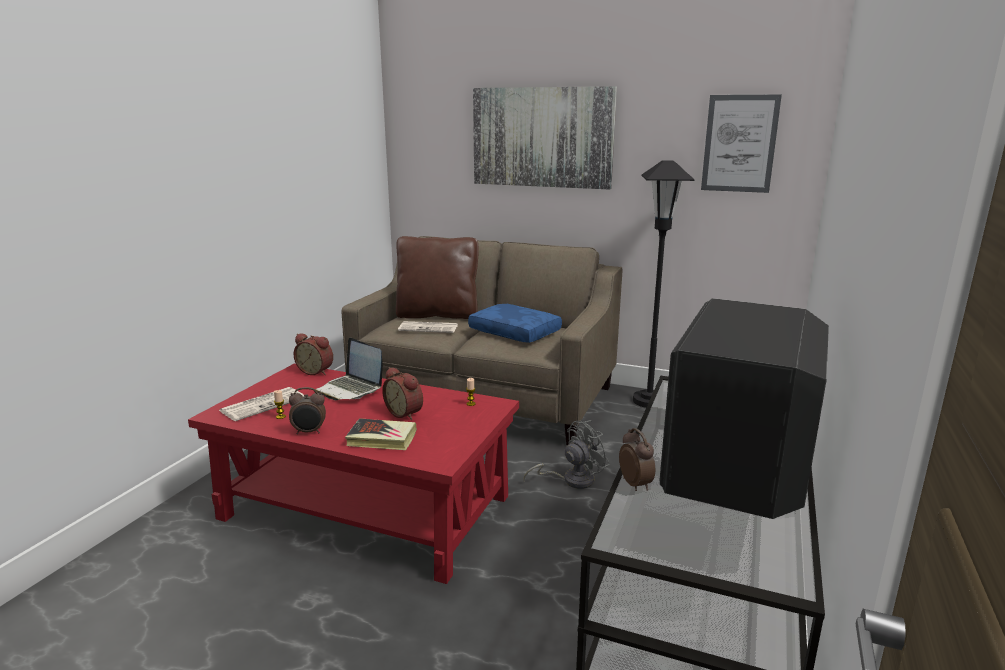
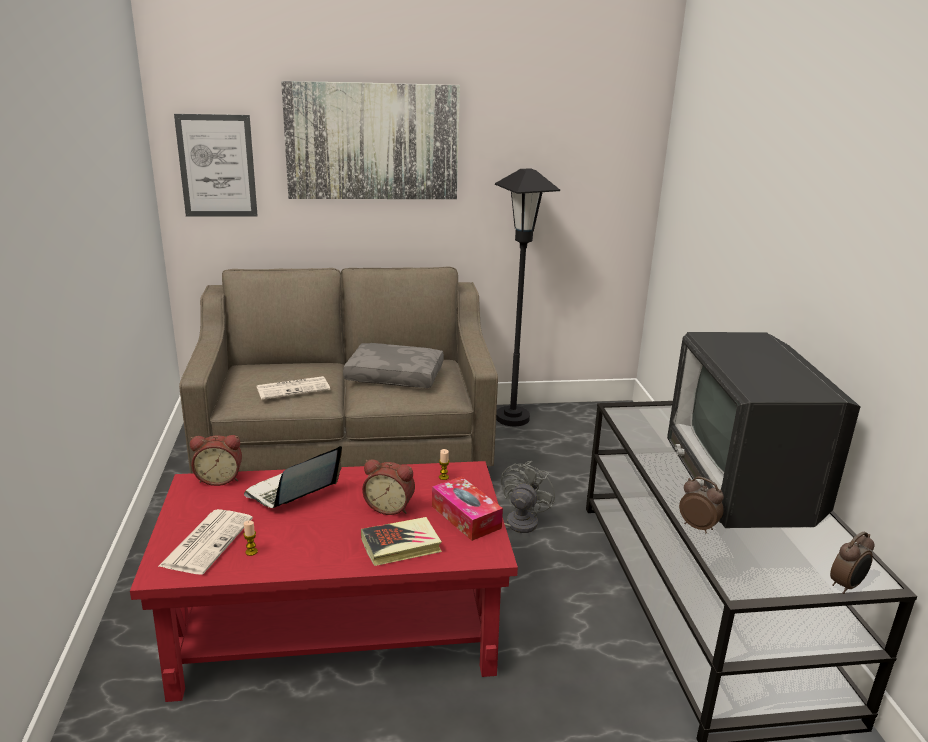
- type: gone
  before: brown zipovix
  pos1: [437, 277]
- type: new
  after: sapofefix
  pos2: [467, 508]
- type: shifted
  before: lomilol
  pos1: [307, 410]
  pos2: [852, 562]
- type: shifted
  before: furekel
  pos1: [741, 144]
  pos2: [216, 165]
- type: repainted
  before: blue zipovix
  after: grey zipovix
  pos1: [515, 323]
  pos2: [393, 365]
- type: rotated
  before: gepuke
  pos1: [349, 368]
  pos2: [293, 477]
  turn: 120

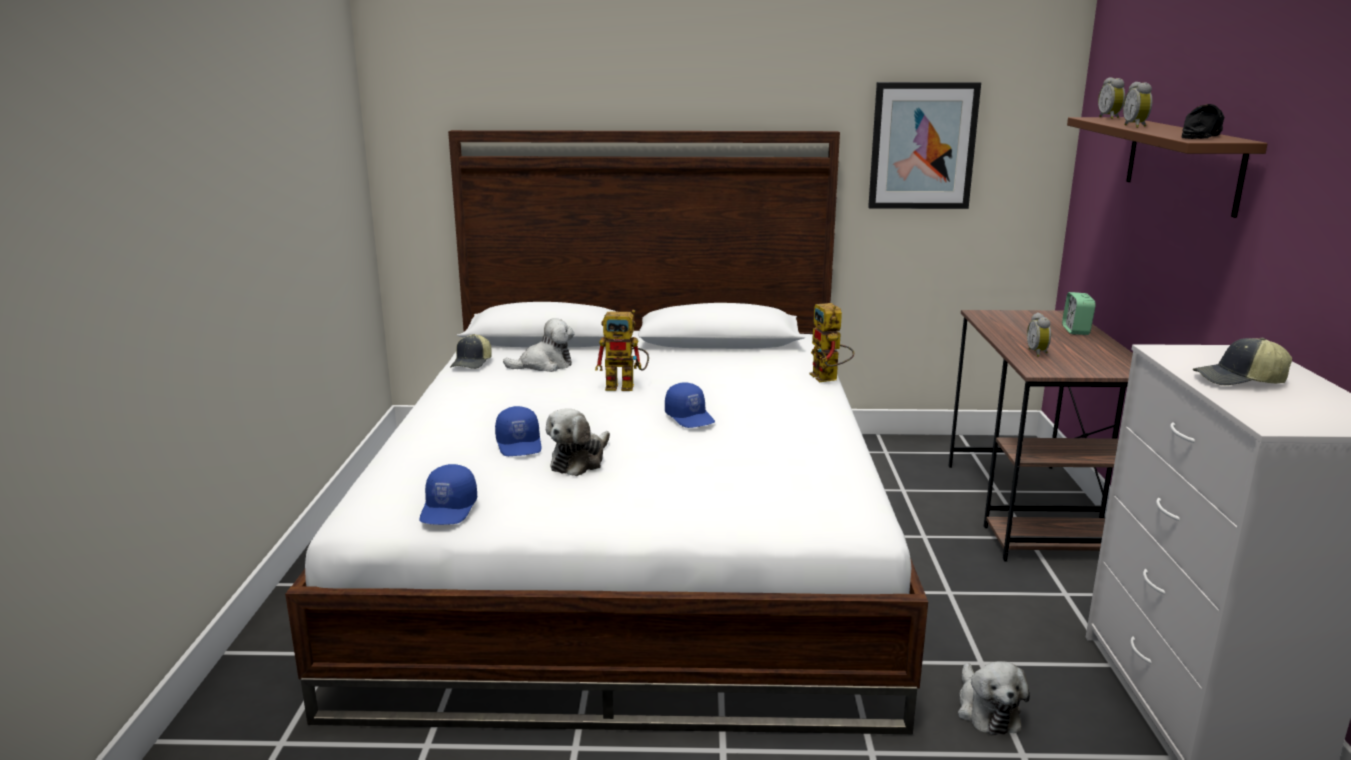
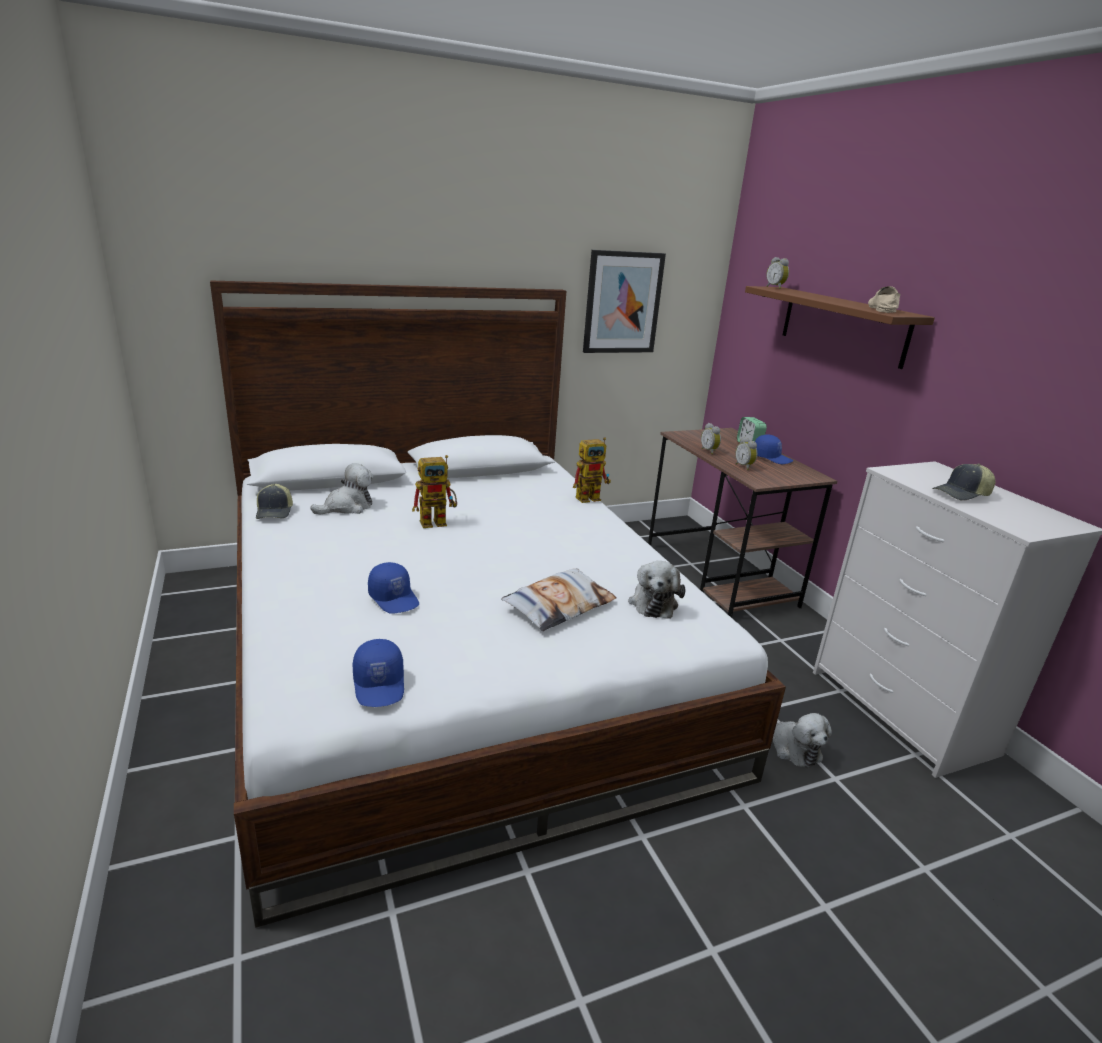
- type: new
  after: zipovix
  pos2: [558, 599]
- type: shifted
  before: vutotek
  pos1: [578, 442]
  pos2: [656, 590]
- type: shifted
  before: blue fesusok
  pos1: [690, 405]
  pos2: [774, 449]
- type: shifted
  before: lomilol
  pos1: [1137, 105]
  pos2: [711, 438]
- type: repainted
  before: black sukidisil
  after: beige sukidisil
  pos1: [1203, 121]
  pos2: [884, 299]
- type: rotated
  before: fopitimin
  pos1: [831, 342]
  pos2: [592, 470]
  turn: -75

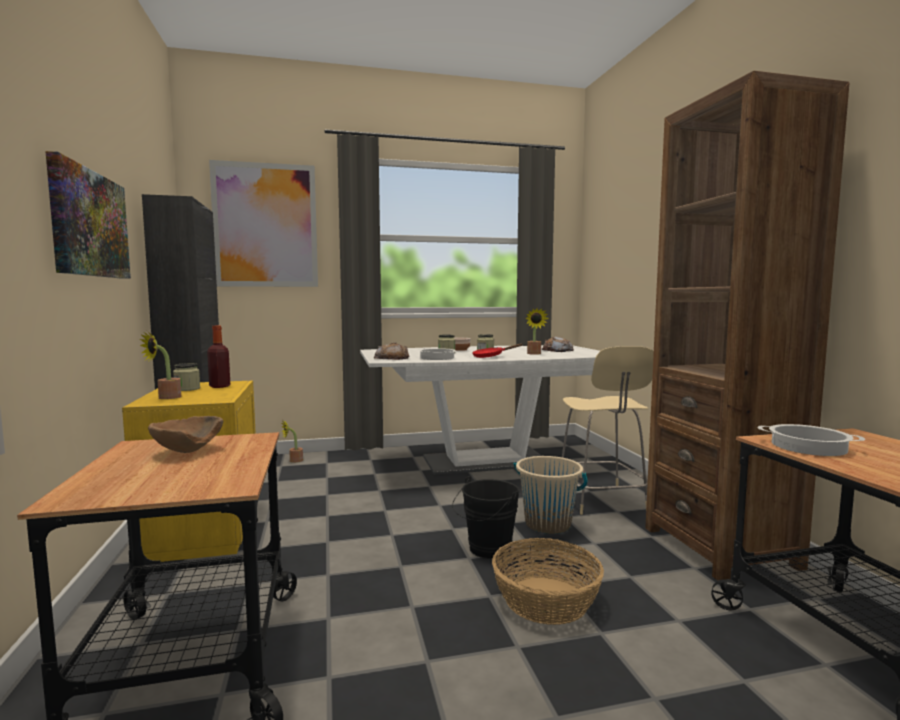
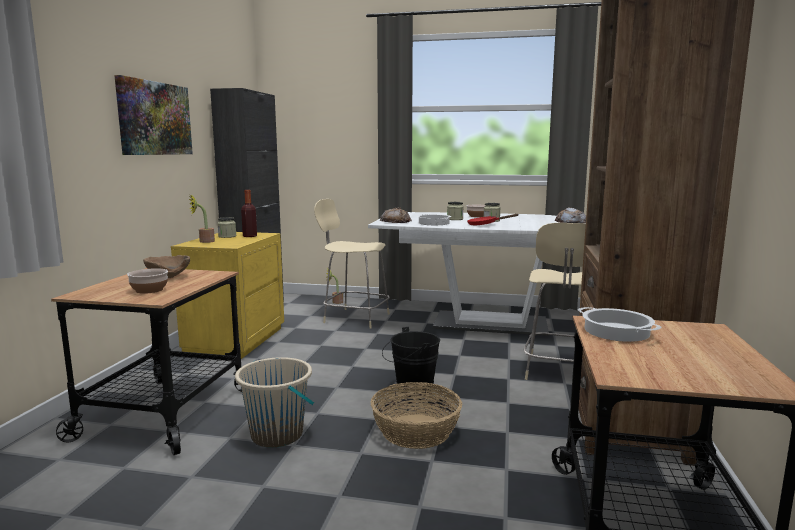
- type: gone
  before: furekel
  pos1: [263, 223]
- type: gone
  before: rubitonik
  pos1: [537, 331]
- type: new
  after: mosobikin
  pos2: [147, 281]
- type: new
  after: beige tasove
  pos2: [352, 264]
- type: shifted
  before: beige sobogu
  pos1: [551, 495]
  pos2: [274, 402]

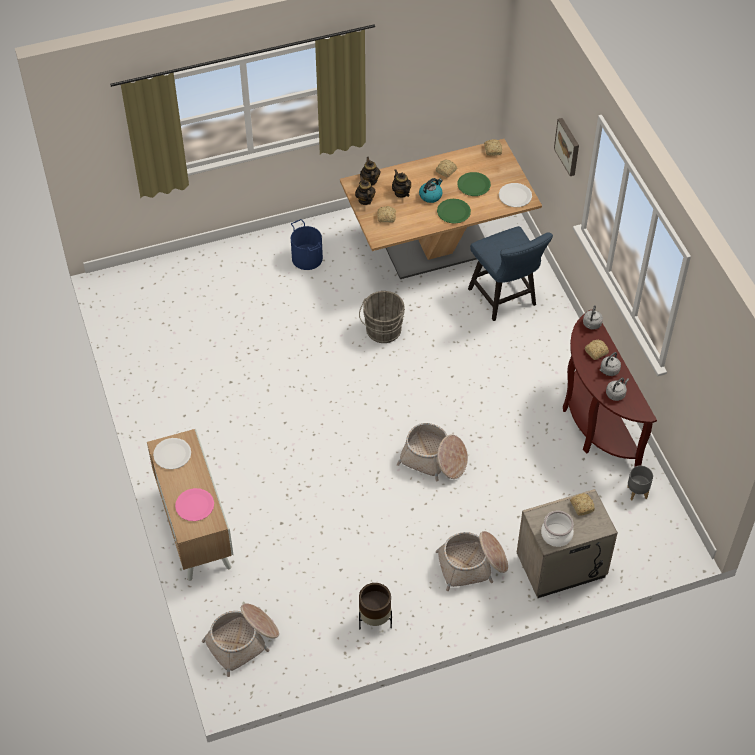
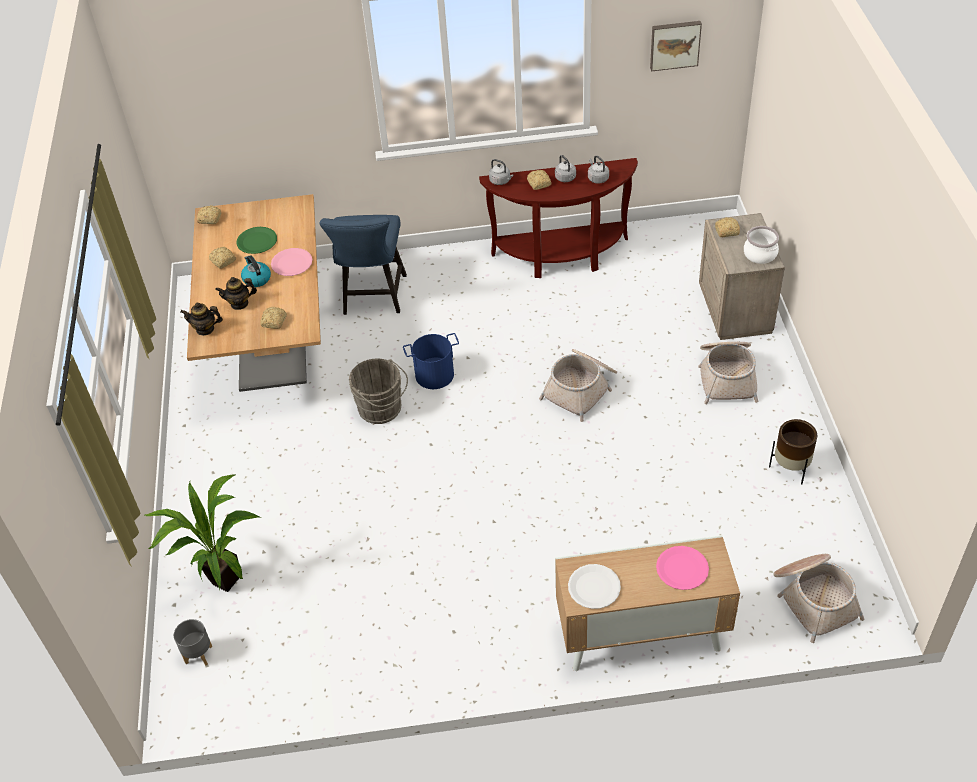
- type: gone
  before: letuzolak
  pos1: [365, 190]
- type: gone
  before: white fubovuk
  pos1: [515, 195]
- type: new
  after: rubitonik
  pos2: [203, 533]
- type: shifted
  before: blue sobogu
  pos1: [307, 244]
  pos2: [431, 361]
- type: shifted
  before: furekel
  pos1: [566, 147]
  pos2: [676, 46]
- type: shifted
  before: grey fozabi
  pos1: [640, 483]
  pos2: [193, 642]
- type: repainted
  before: green fubovuk
  after: pink fubovuk
  pos1: [454, 211]
  pos2: [291, 262]
- type: rotated
  before: blue tasove
  pos1: [510, 273]
  pos2: [363, 265]
  turn: 105

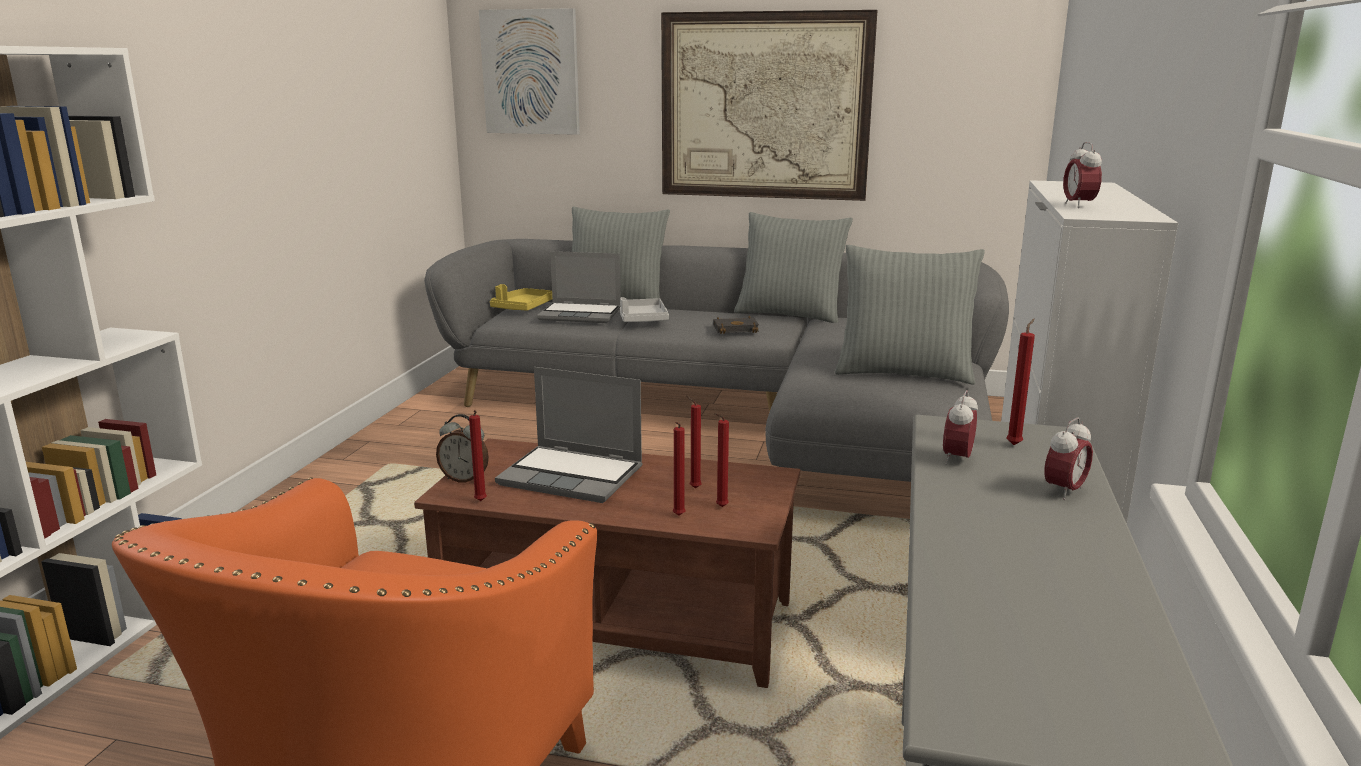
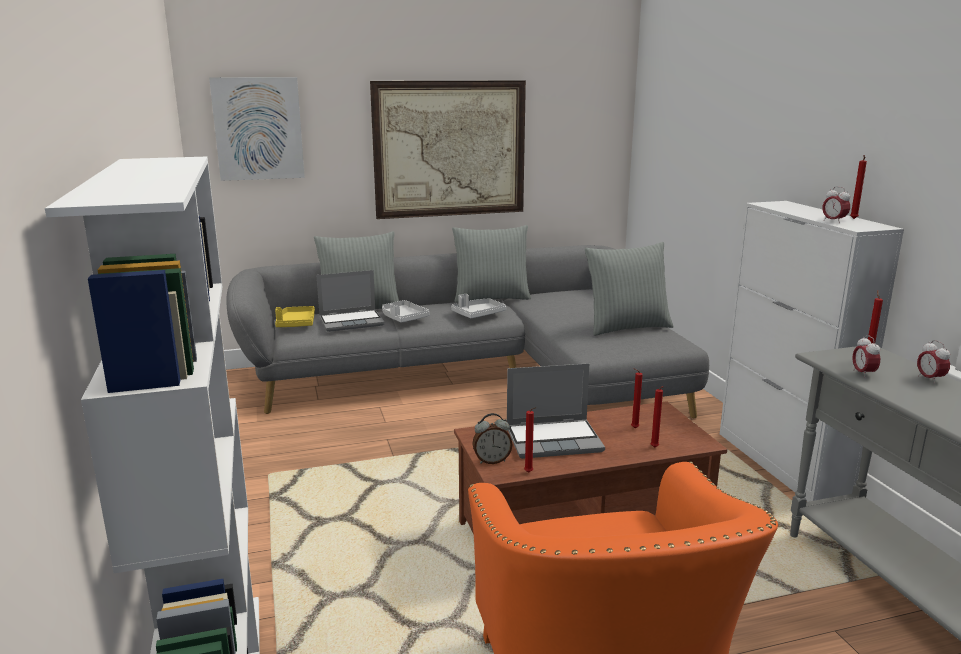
- type: shifted
  before: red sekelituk
  pos1: [722, 460]
  pos2: [858, 187]
- type: swapped
  before: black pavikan
  after: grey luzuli
  pos1: [736, 325]
  pos2: [478, 306]
- type: rotated
  before: lomilol
  pos1: [1068, 459]
  pos2: [933, 362]
  turn: 150

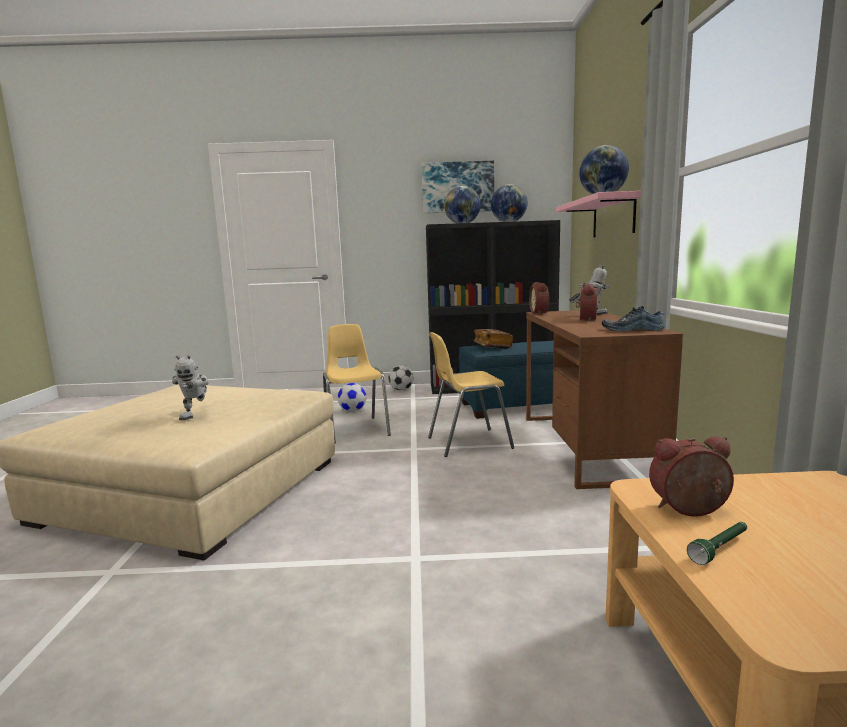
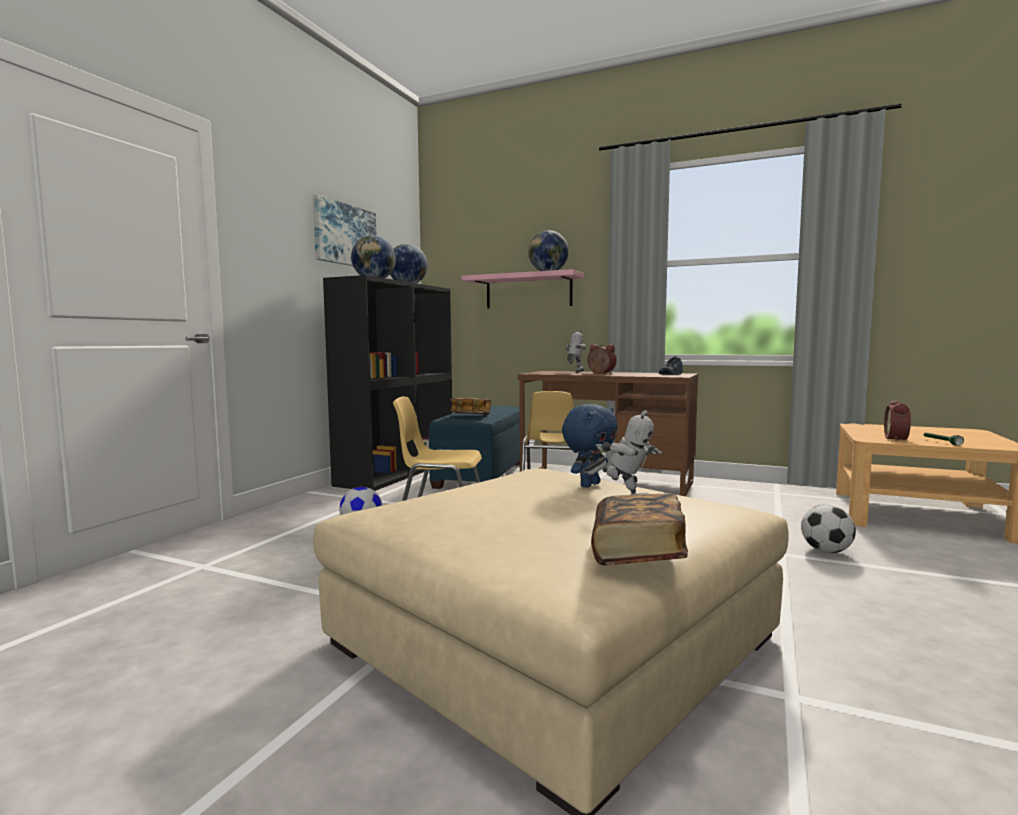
- type: gone
  before: lomilol
  pos1: [539, 298]
- type: new
  after: blue vutotek
  pos2: [590, 446]
- type: new
  after: pavikan
  pos2: [639, 529]
- type: shifted
  before: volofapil
  pos1: [401, 377]
  pos2: [828, 528]

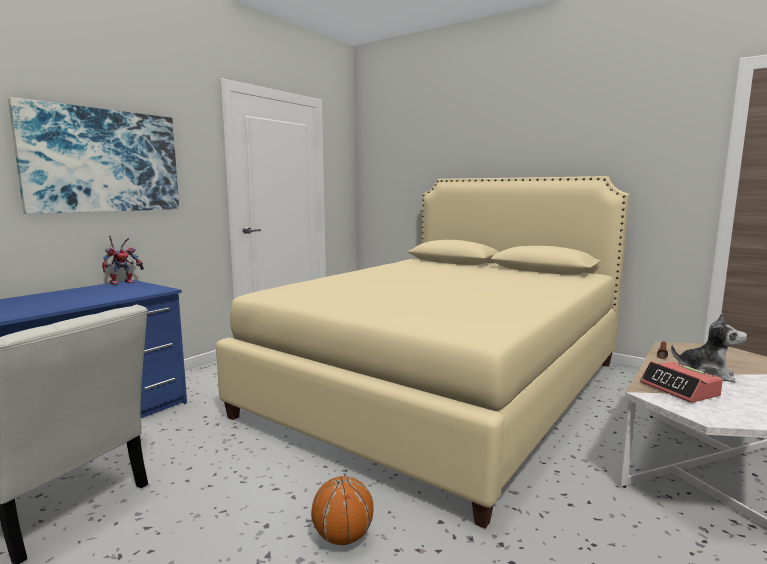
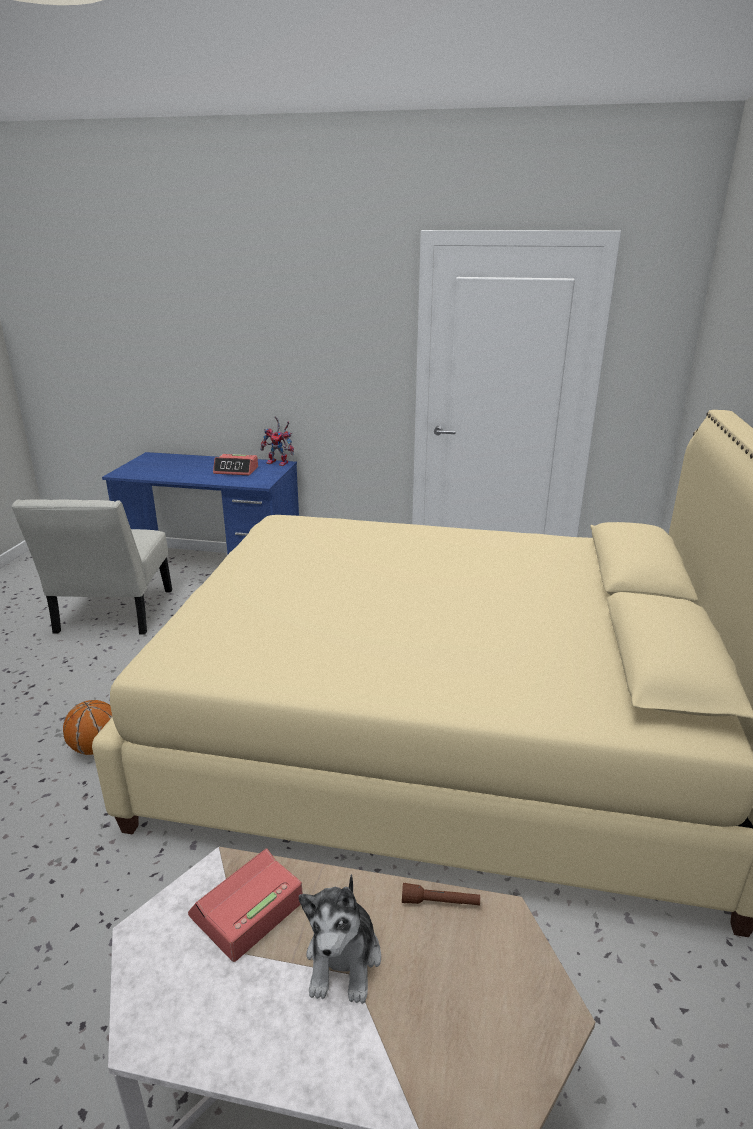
- type: gone
  before: furekel
  pos1: [93, 155]
- type: new
  after: lomilol
  pos2: [235, 464]

